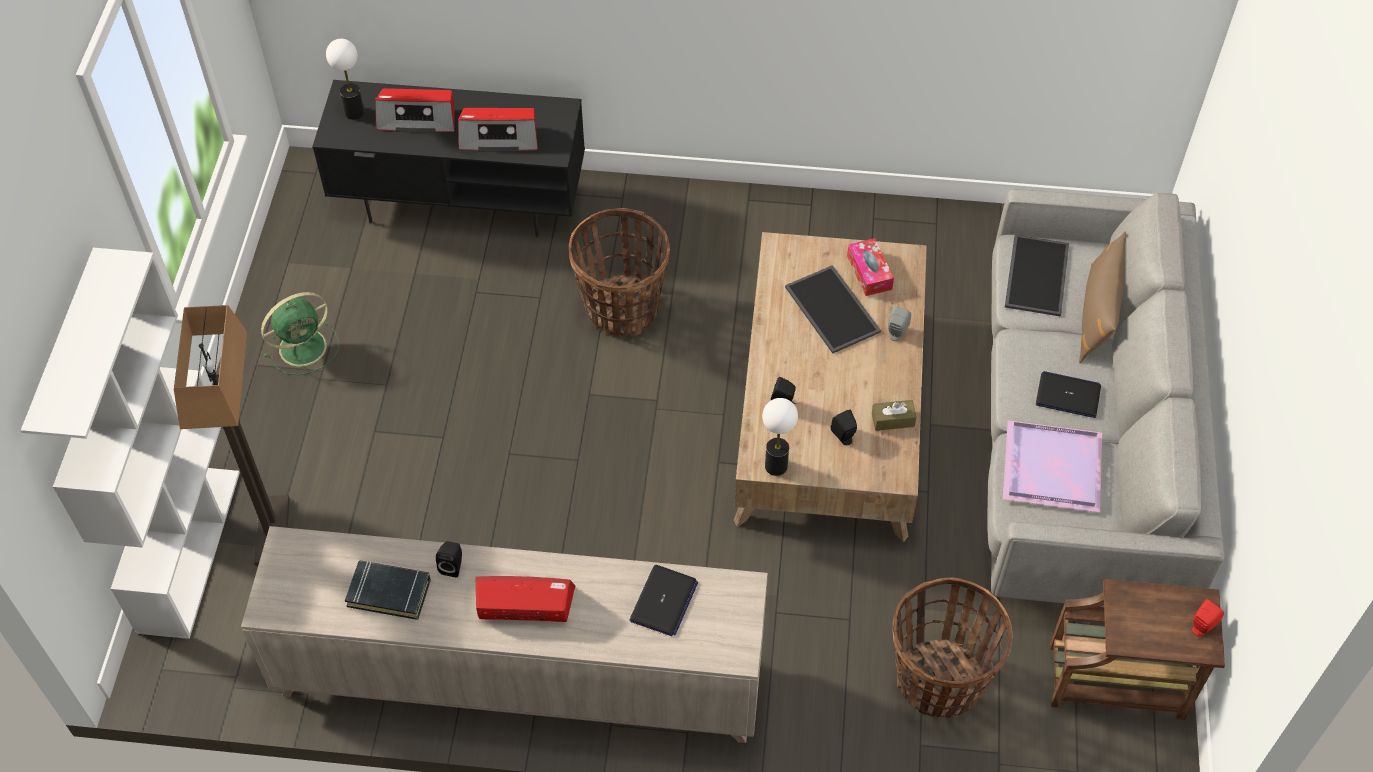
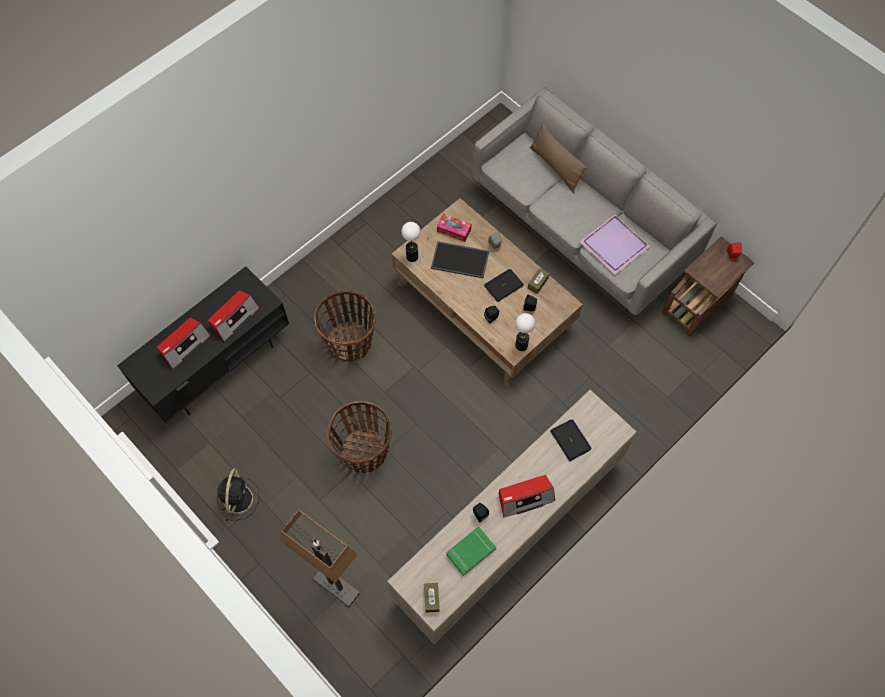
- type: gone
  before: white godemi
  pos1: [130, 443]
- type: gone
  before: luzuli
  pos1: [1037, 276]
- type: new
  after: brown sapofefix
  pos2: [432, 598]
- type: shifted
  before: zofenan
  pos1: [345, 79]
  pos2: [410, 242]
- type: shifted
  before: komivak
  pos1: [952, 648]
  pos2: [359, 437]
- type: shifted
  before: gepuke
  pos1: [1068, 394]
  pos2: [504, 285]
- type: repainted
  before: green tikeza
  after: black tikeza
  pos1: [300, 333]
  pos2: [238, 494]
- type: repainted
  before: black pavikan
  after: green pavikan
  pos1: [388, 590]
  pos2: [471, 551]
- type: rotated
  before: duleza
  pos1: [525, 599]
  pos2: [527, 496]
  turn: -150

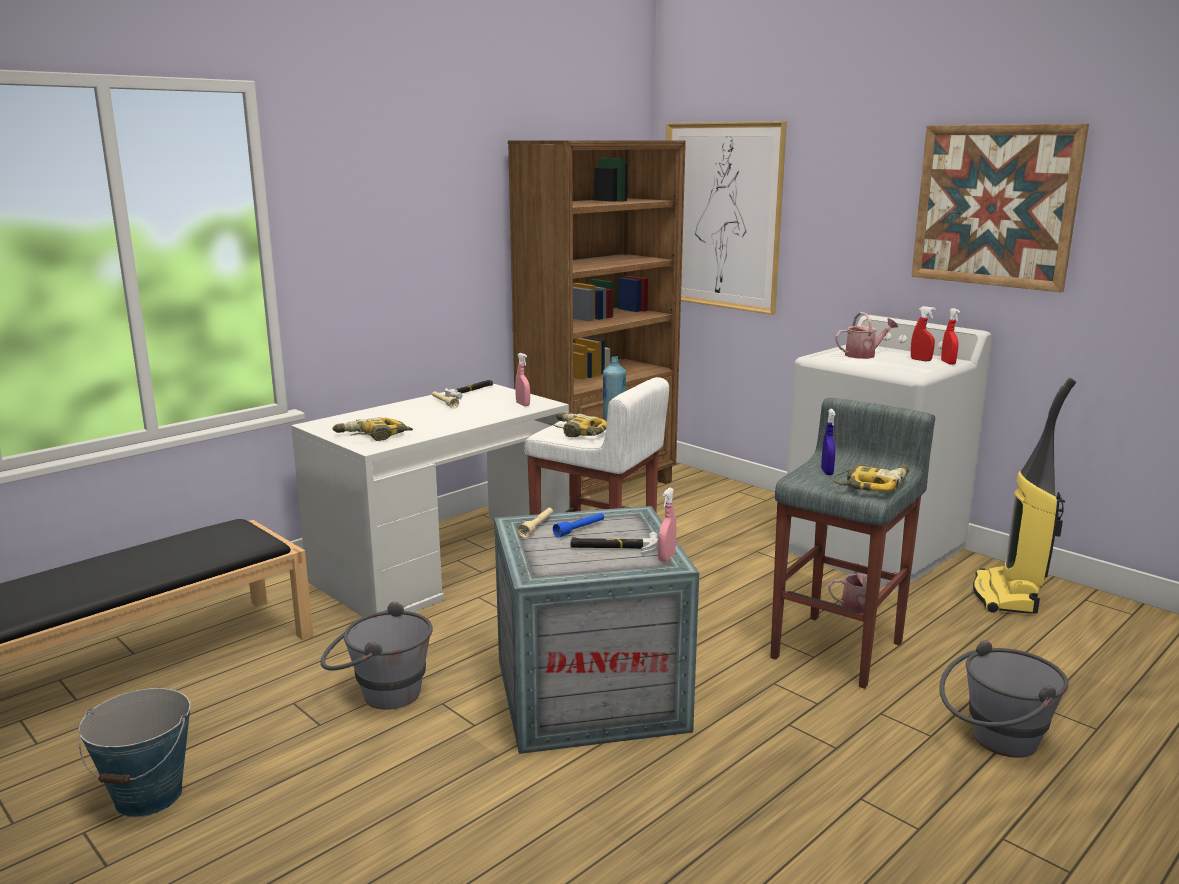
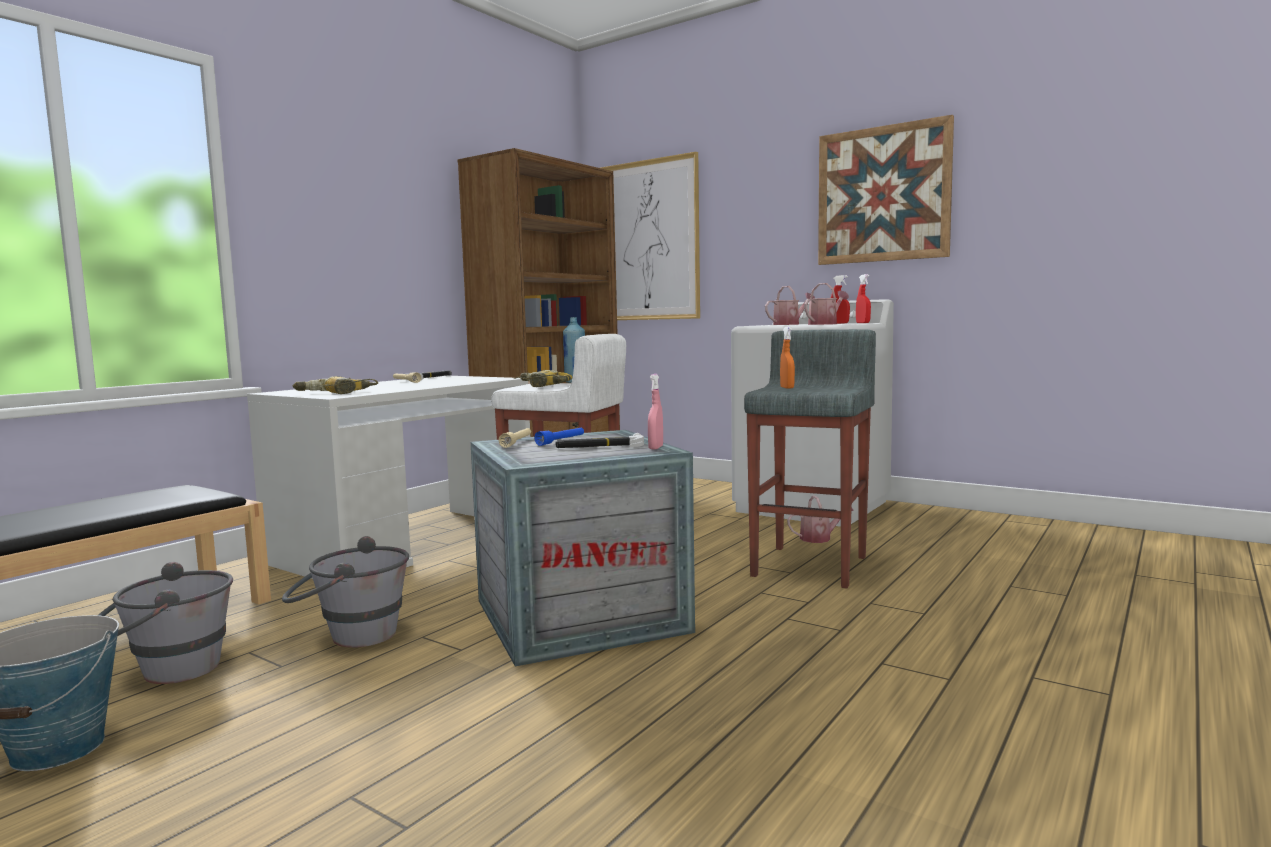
- type: gone
  before: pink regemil
  pos1: [522, 379]
- type: gone
  before: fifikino
  pos1: [871, 478]
- type: gone
  before: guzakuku
  pos1: [1024, 496]
- type: new
  after: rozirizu
  pos2: [826, 304]
- type: shifted
  before: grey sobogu
  pos1: [1004, 699]
  pos2: [165, 623]
- type: repainted
  before: blue regemil
  after: orange regemil
  pos1: [828, 442]
  pos2: [787, 357]

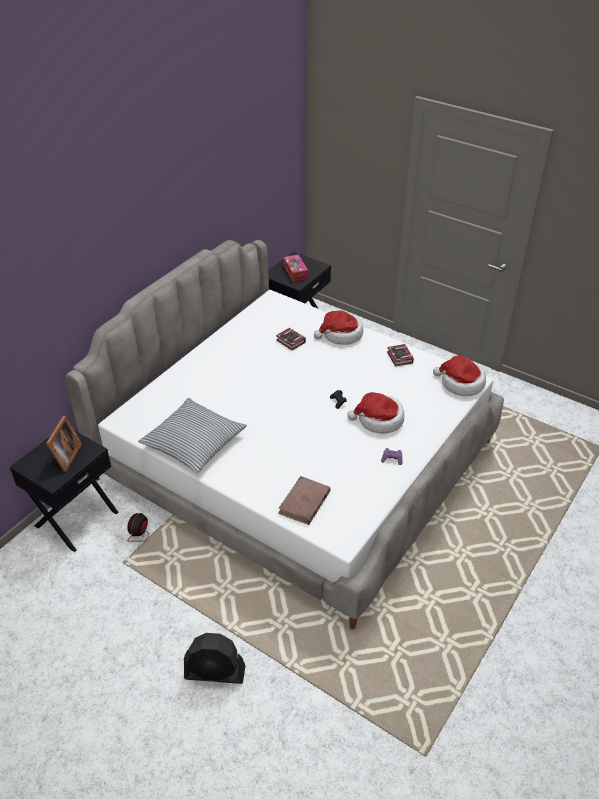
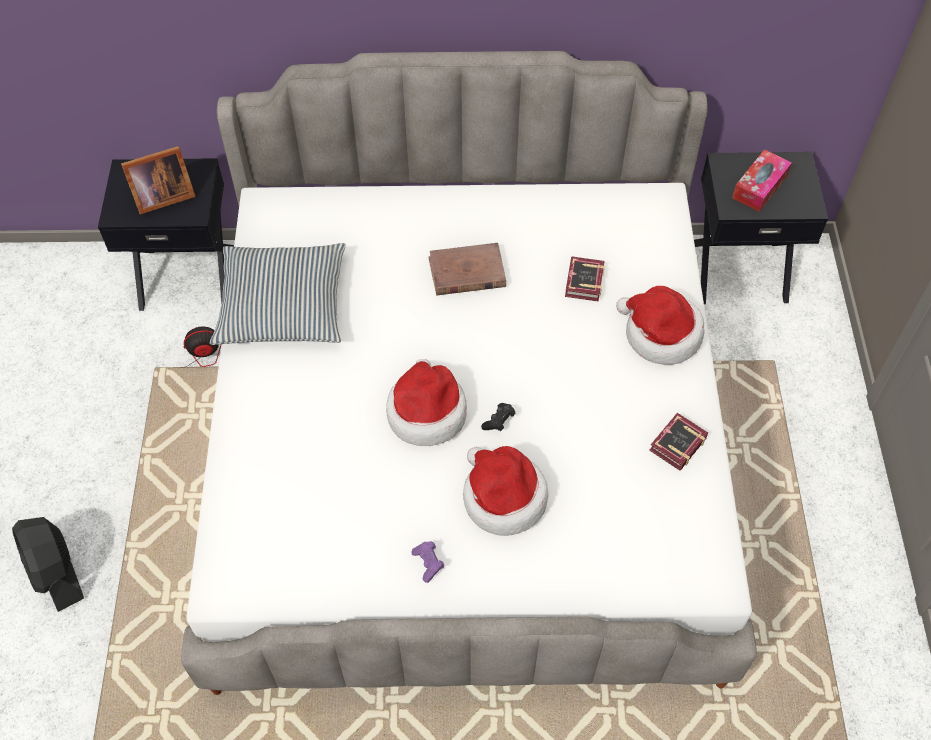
- type: shifted
  before: brown pavikan
  pos1: [304, 500]
  pos2: [467, 269]
- type: shifted
  before: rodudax
  pos1: [459, 375]
  pos2: [426, 402]

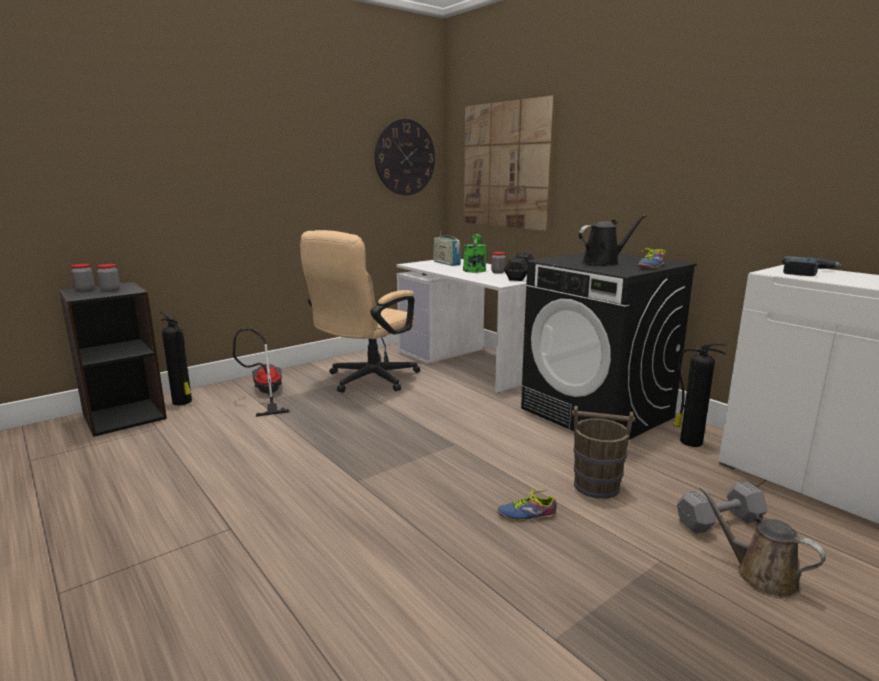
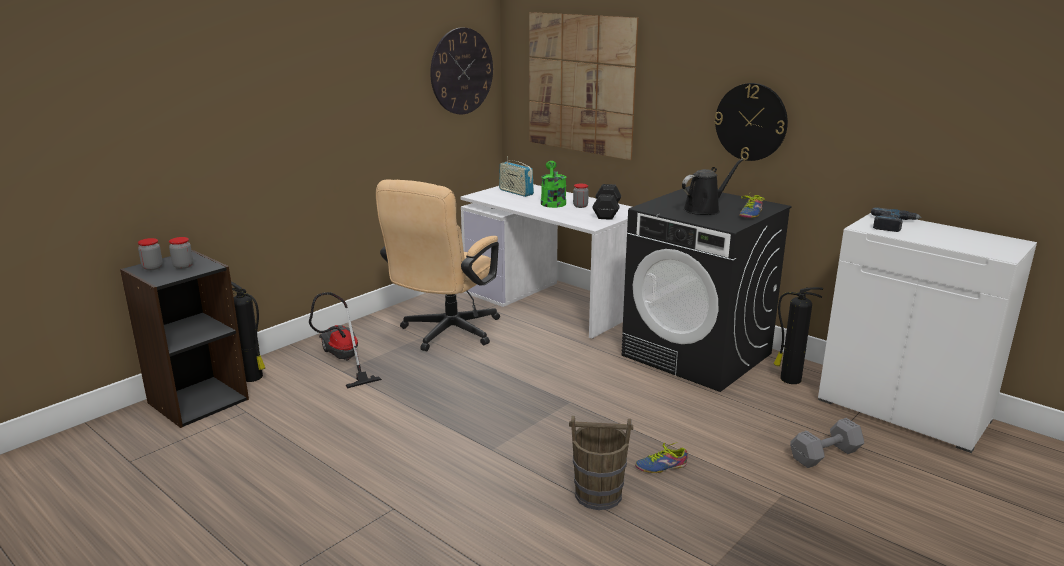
- type: gone
  before: brown rozirizu
  pos1: [762, 542]
- type: new
  after: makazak
  pos2: [751, 122]
- type: shifted
  before: brown sobogu
  pos1: [603, 452]
  pos2: [601, 463]

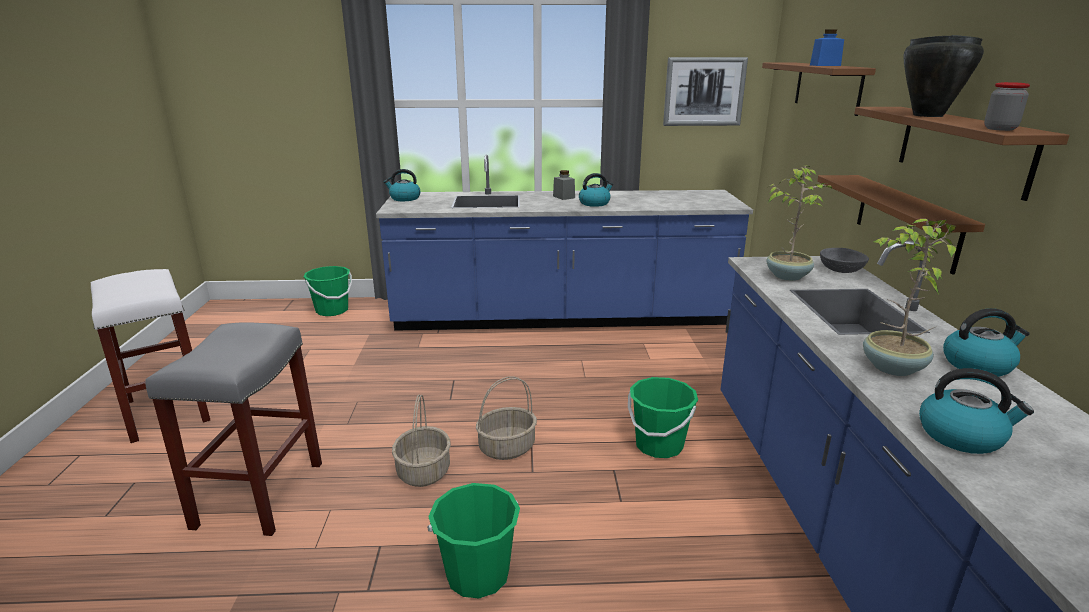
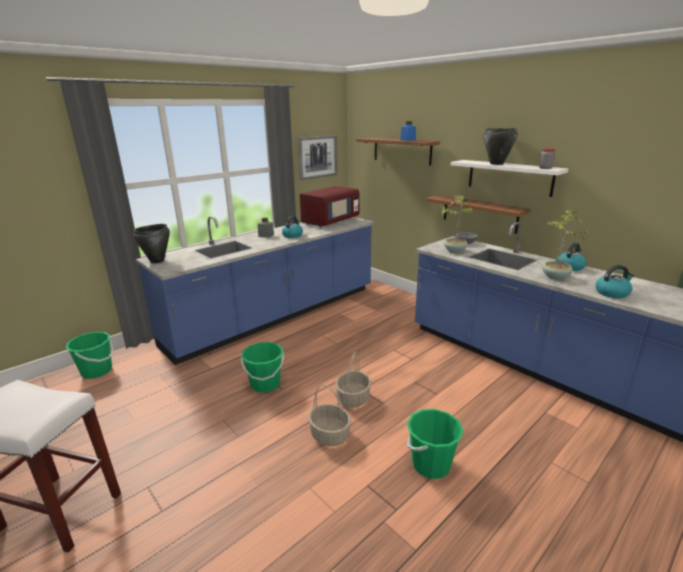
- type: gone
  before: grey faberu
  pos1: [234, 429]
- type: new
  after: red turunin
  pos2: [330, 207]
- type: shifted
  before: green sobogu
  pos1: [663, 417]
  pos2: [262, 367]
- type: swapped
  before: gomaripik
  after: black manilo
  pos1: [402, 185]
  pos2: [151, 243]
- type: repainted
  before: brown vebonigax
  after: white vebonigax
  pos1: [961, 154]
  pos2: [509, 178]

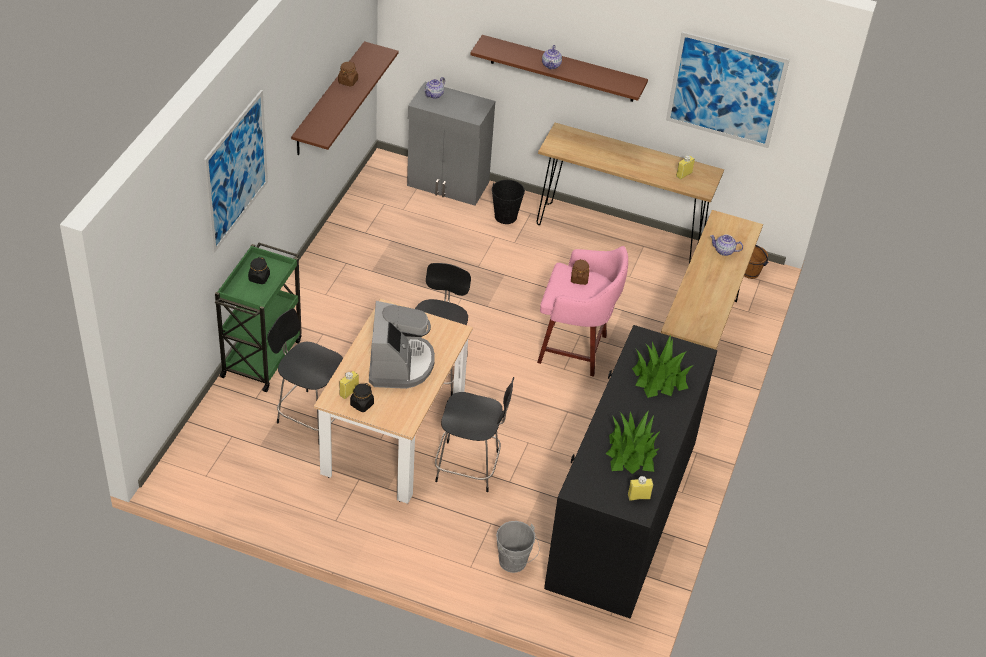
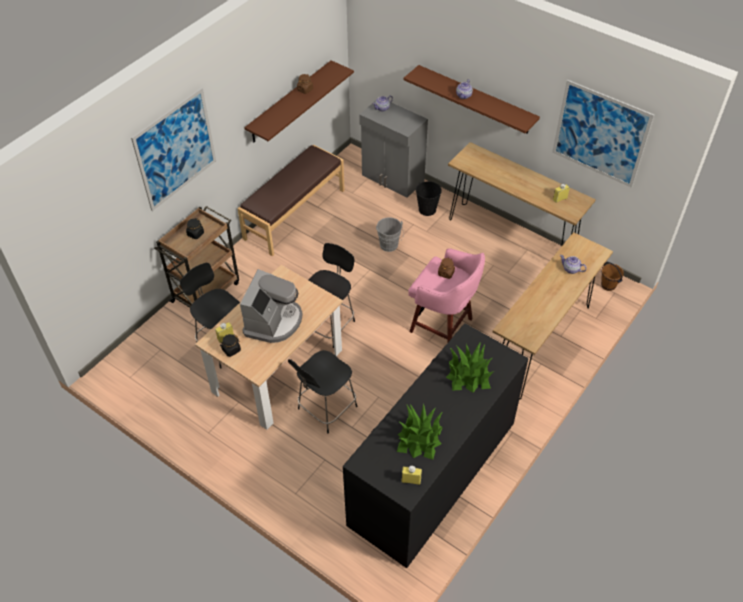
- type: new
  after: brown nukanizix
  pos2: [291, 200]
- type: shifted
  before: grey sobogu
  pos1: [517, 547]
  pos2: [389, 234]
- type: repainted
  before: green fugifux
  after: brown fugifux
  pos1: [258, 317]
  pos2: [196, 257]
- type: rotated
  before: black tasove
  pos1: [474, 434]
  pos2: [323, 391]
  turn: 105

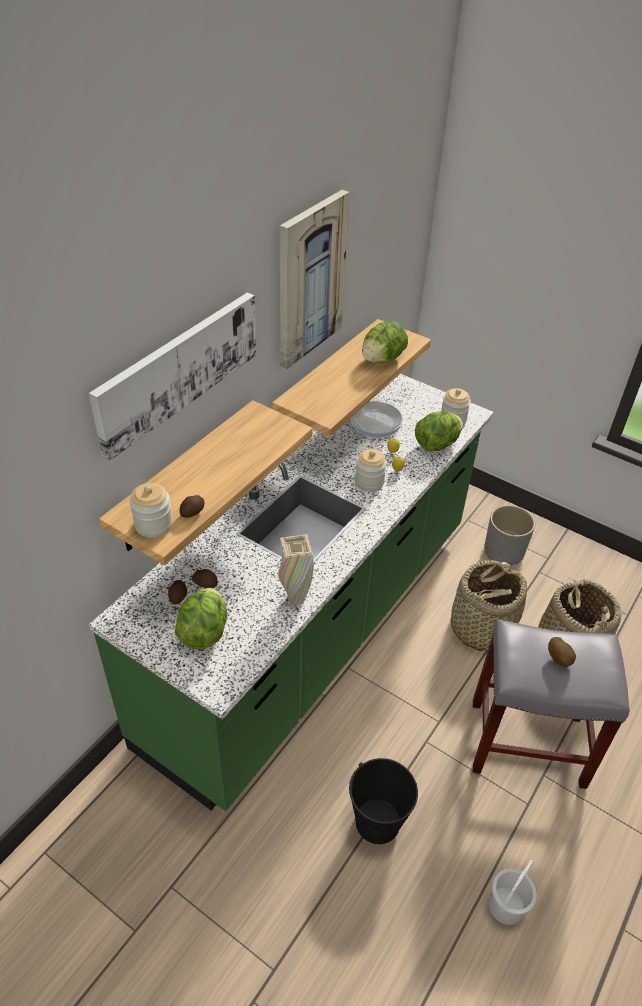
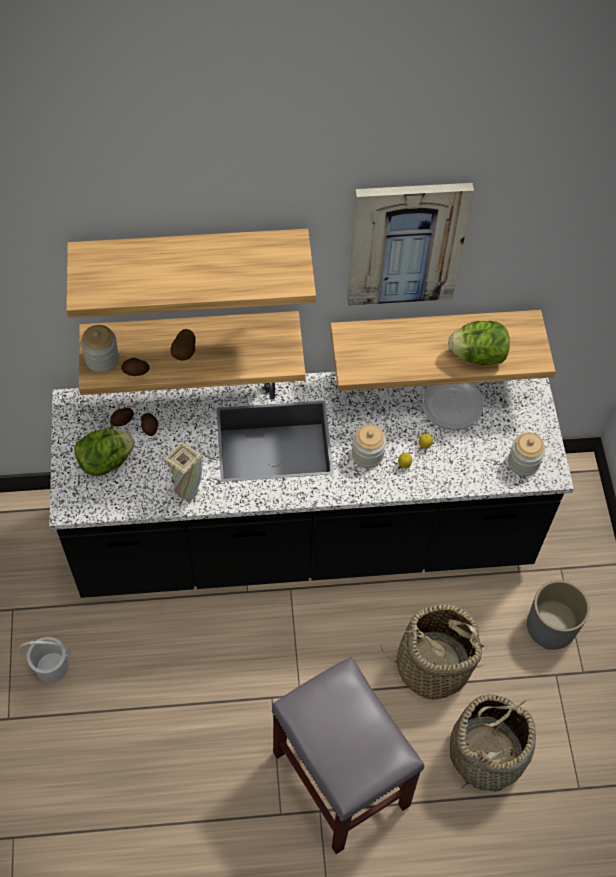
- type: gone
  before: black sobogu
  pos1: [383, 801]
- type: gone
  before: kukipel
  pos1: [439, 431]
- type: shifted
  before: white sobogu
  pos1: [512, 892]
  pos2: [44, 660]
- type: shifted
  before: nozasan
  pos1: [562, 652]
  pos2: [183, 345]
- type: swapped
  before: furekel
  after: vebonigax
  pos1: [172, 377]
  pos2: [191, 273]
- type: repainted
  before: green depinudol
  after: black depinudol
  pos1: [291, 592]
  pos2: [311, 485]

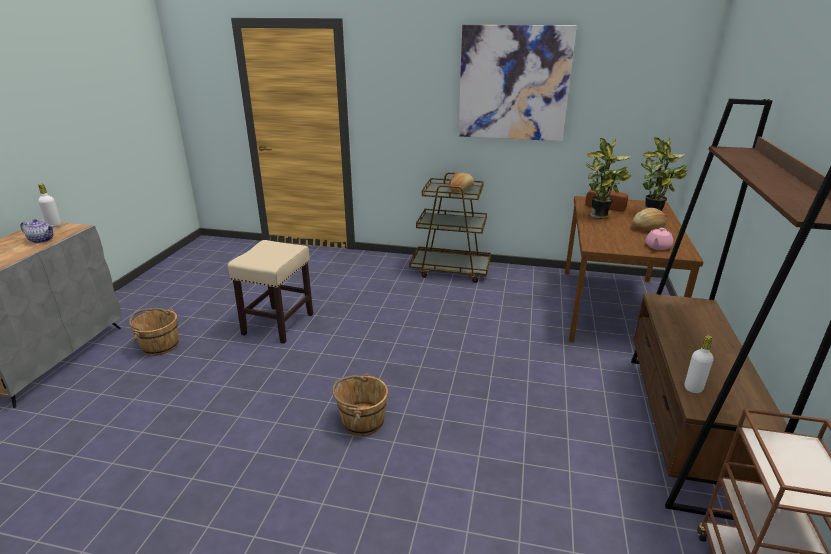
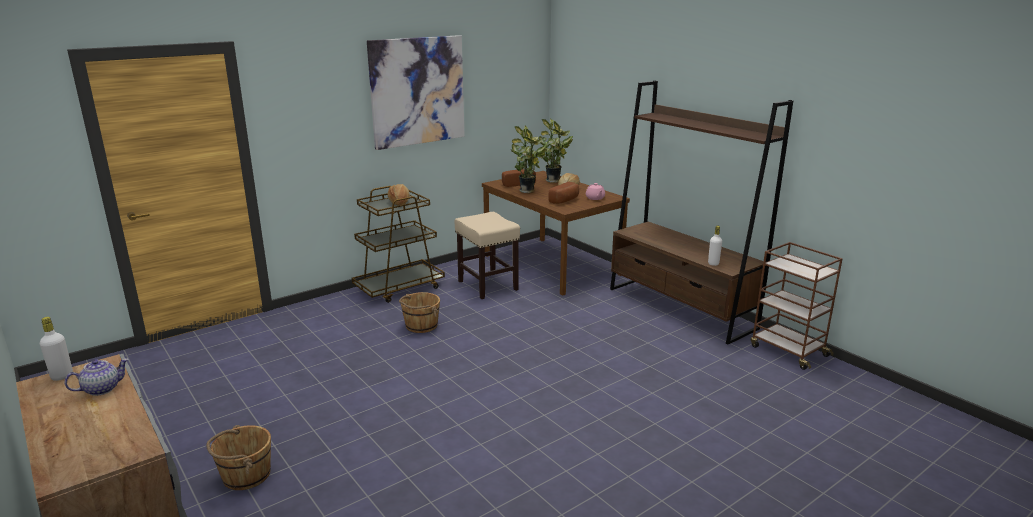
- type: new
  after: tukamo
  pos2: [564, 193]
- type: shifted
  before: beige faberu
  pos1: [270, 292]
  pos2: [487, 255]
- type: shifted
  before: brown sobogu
  pos1: [360, 404]
  pos2: [419, 312]

